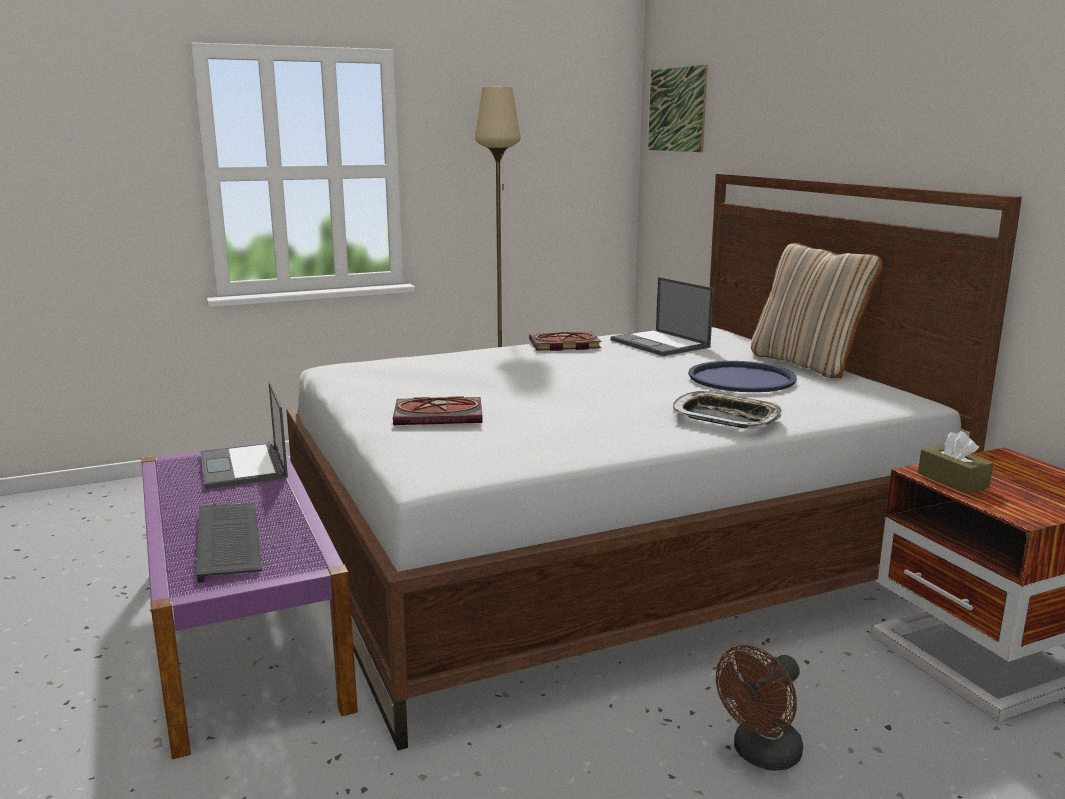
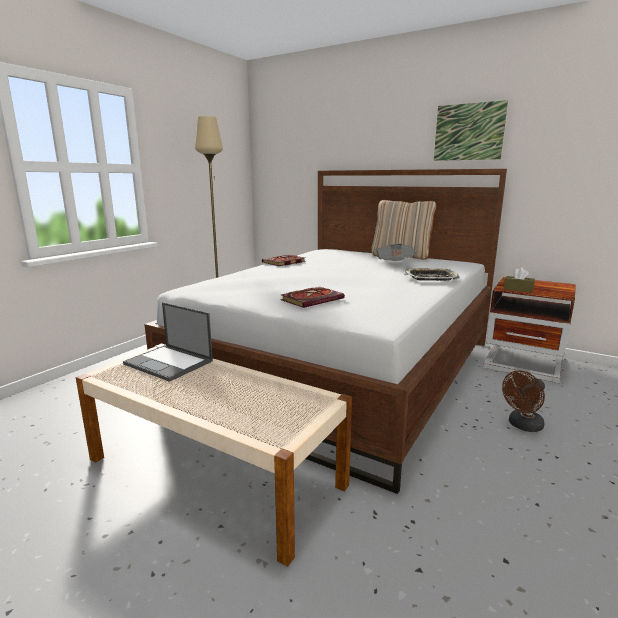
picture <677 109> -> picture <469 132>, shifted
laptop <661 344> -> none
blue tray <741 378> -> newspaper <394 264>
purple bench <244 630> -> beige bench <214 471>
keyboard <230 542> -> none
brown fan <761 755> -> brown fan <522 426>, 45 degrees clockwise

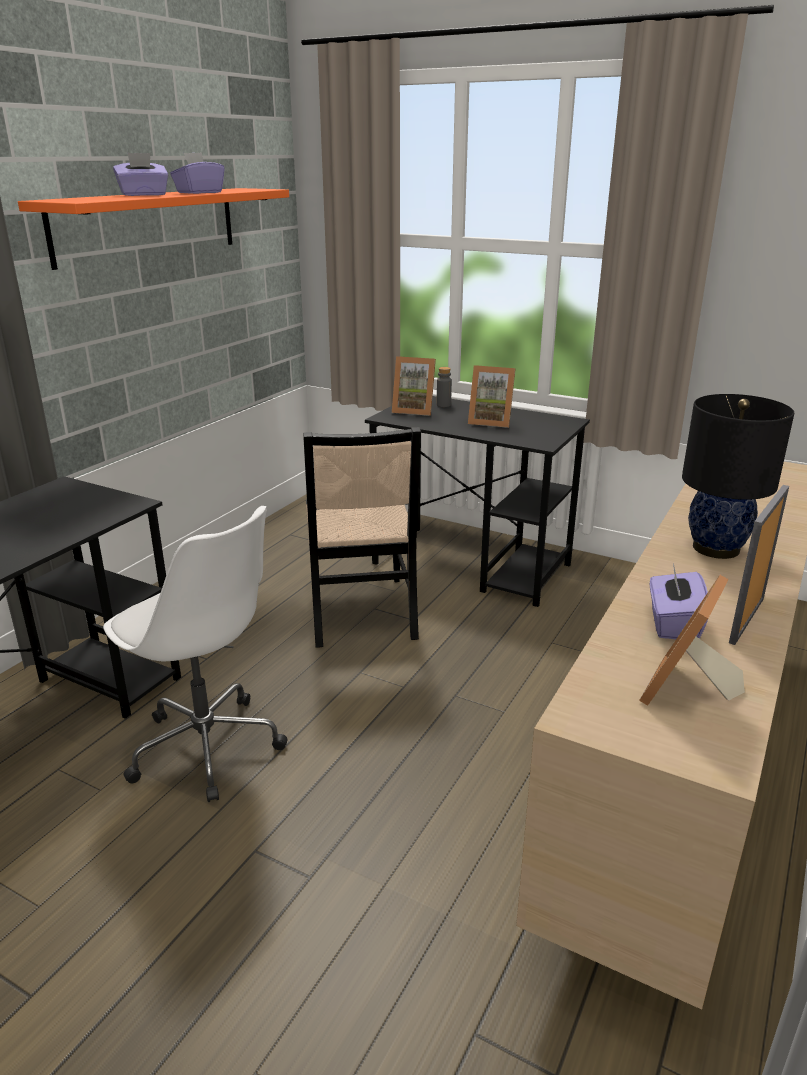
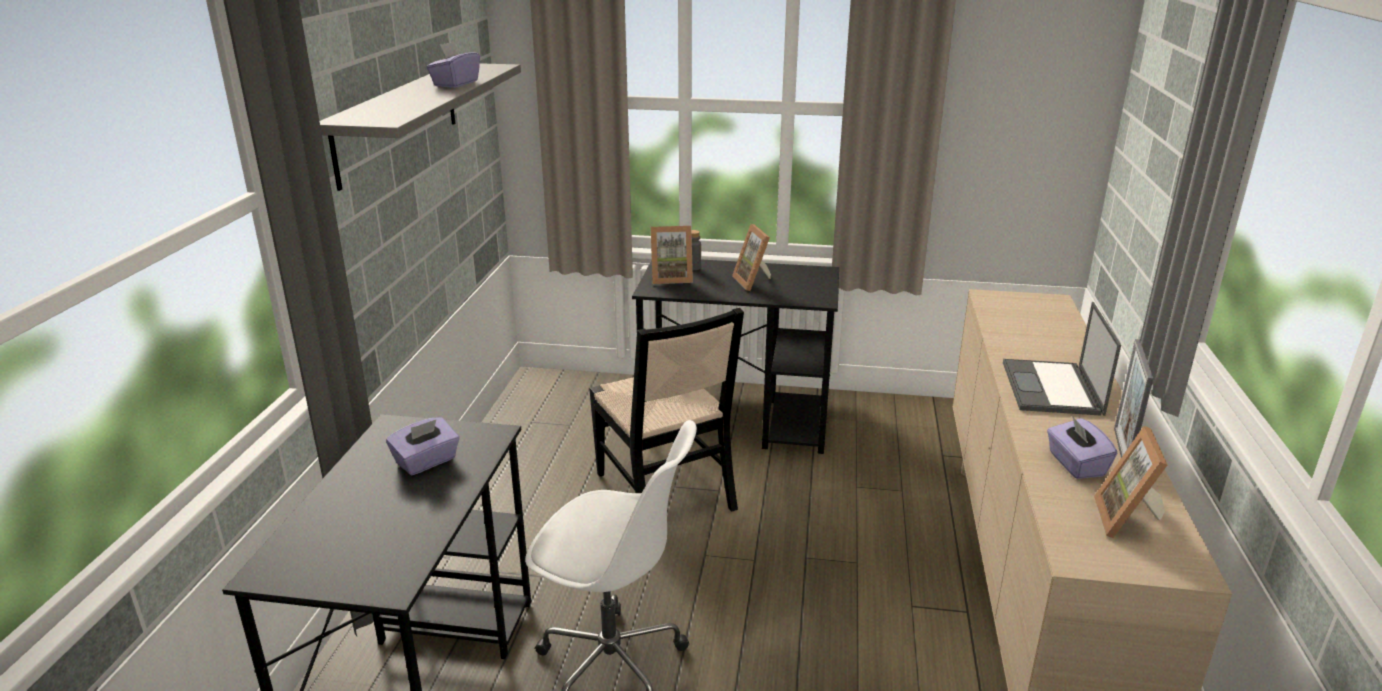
purple tissue box <144 195> -> purple tissue box <426 462>, shifted
orange shelf <148 225> -> grey shelf <398 121>
picture frame <490 422> -> picture frame <754 282>, 75 degrees clockwise
black table lamp <716 548> -> laptop <1052 389>

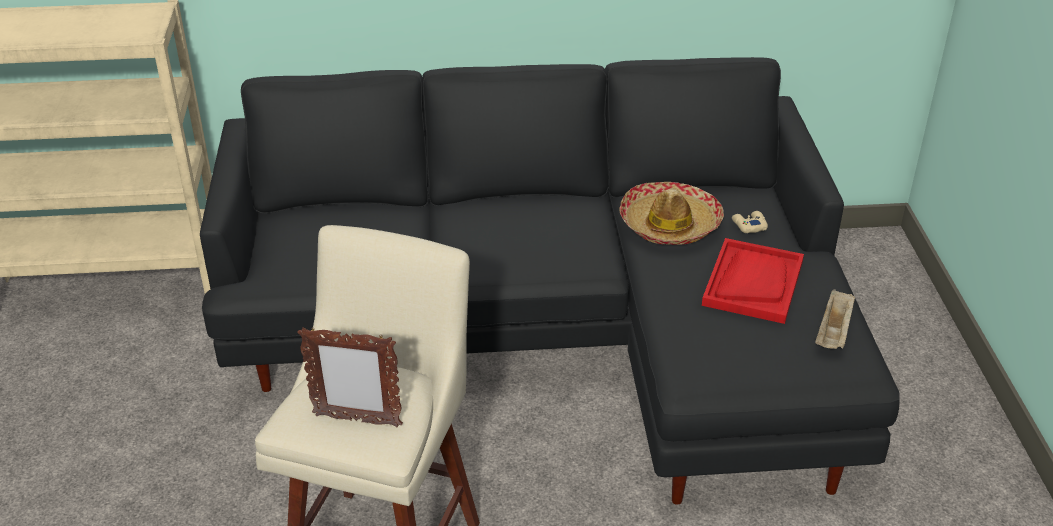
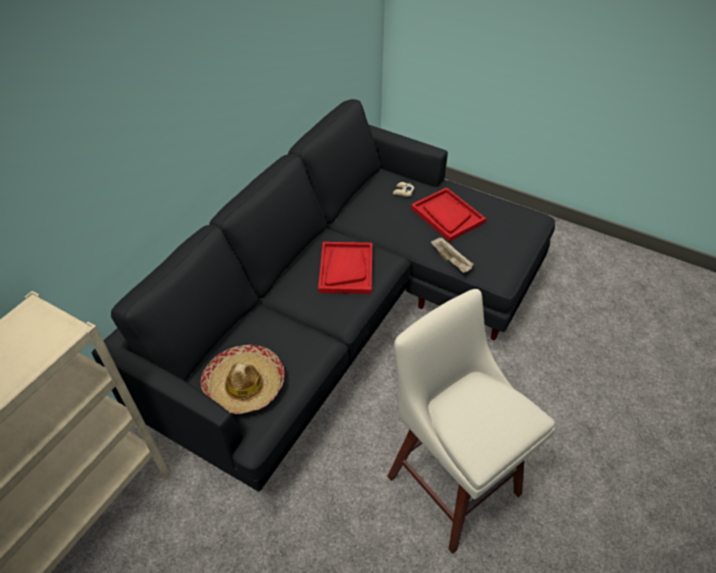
hat <670 224> -> hat <245 385>, shifted
beige tray <833 332> -> beige tray <451 261>, shifted
picture frame <356 420> -> none
none -> red tray <346 269>

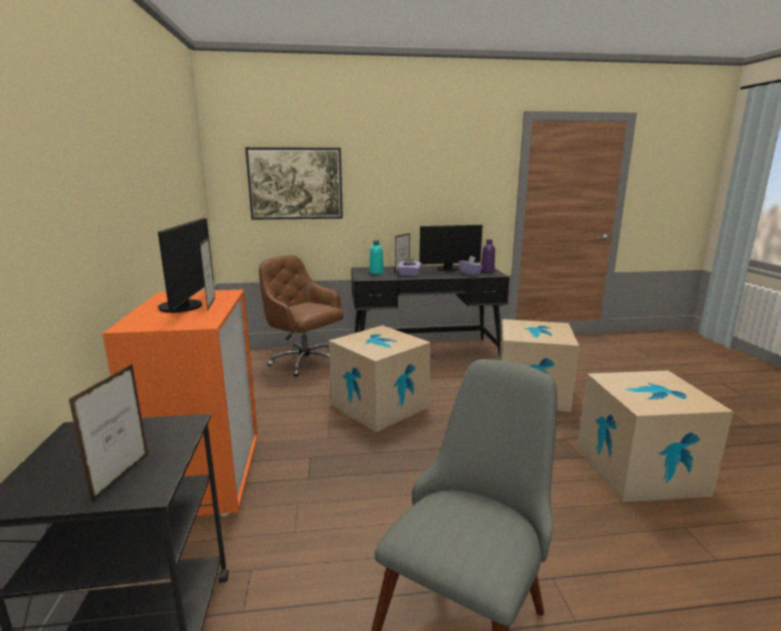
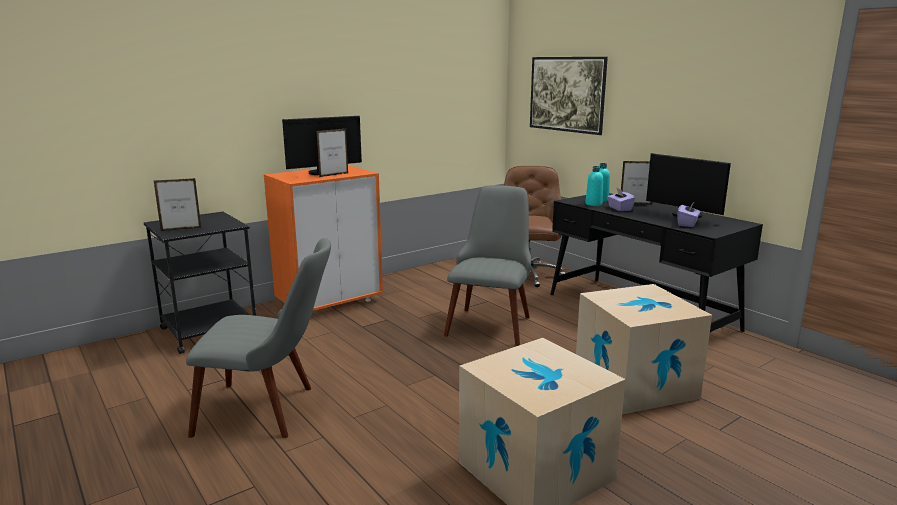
purple bottle <487 271> -> none
cardboard box <379 406> -> grey chair <491 321>
none -> turquoise bottle <593 204>

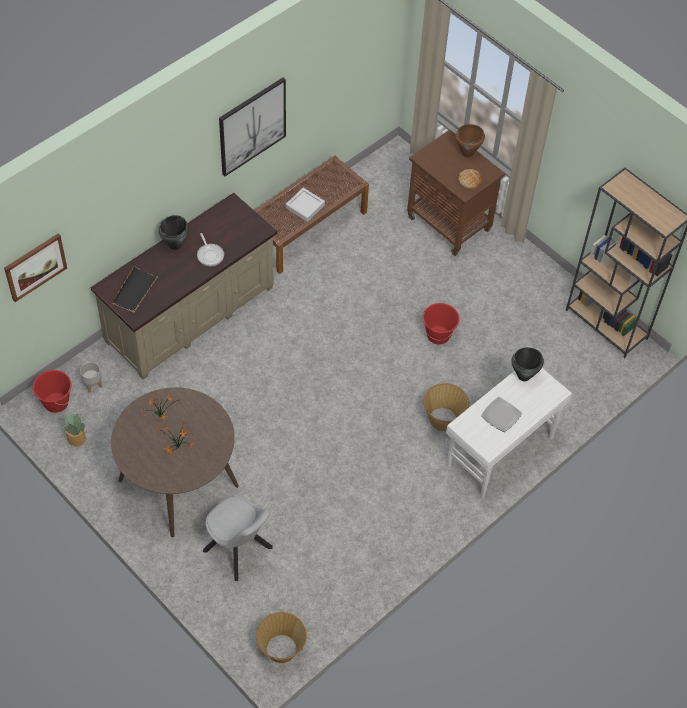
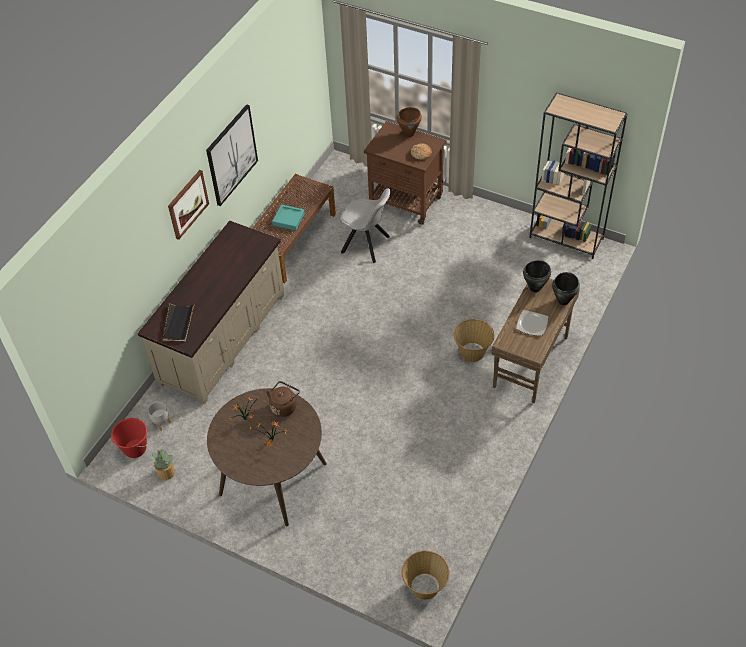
grey tray <305 206> -> turquoise tray <288 219>
black cooking pot <175 245> -> black cooking pot <563 301>, shifted
frying pan <210 255> -> none
picture <35 266> -> picture <187 204>, shifted
red bucket <438 335> -> none
white console table <499 452> -> brown console table <530 363>
grey chair <239 550> -> grey chair <367 245>, shifted
none -> brown kettle <284 406>

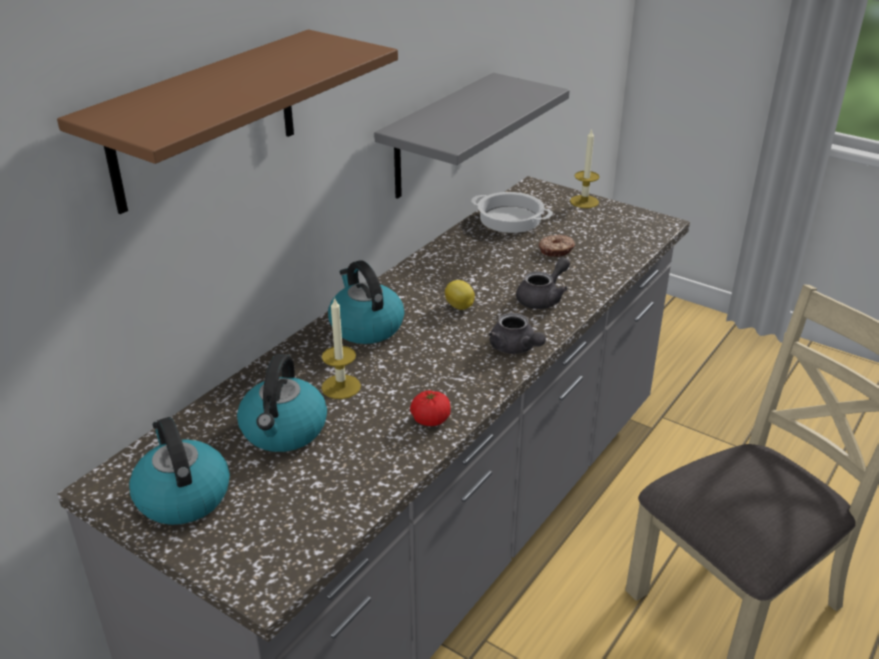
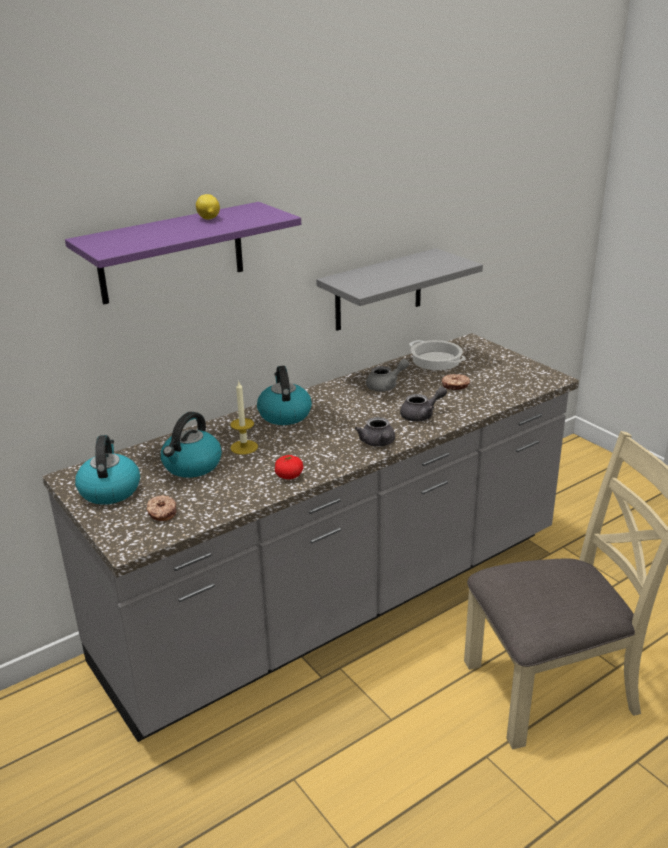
brown shelf <205 120> -> purple shelf <171 253>
candle <584 201> -> none
lemon <460 307> -> lemon <208 219>, shifted
none -> grey teapot <386 386>
none -> donut <161 513>

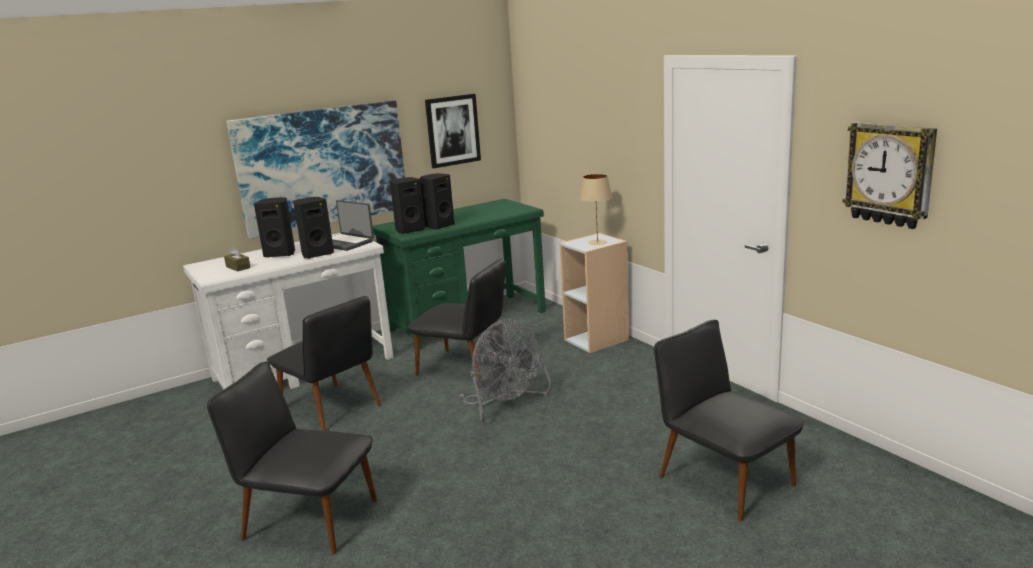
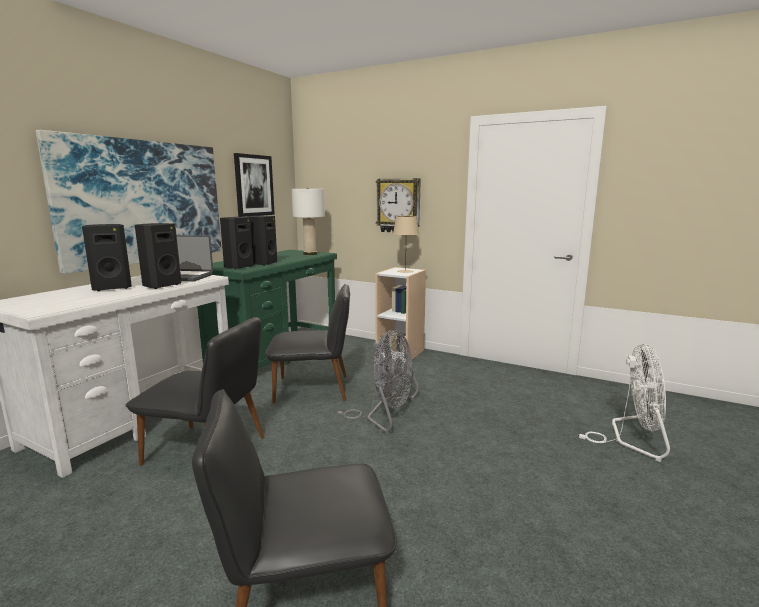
wall clock <890 174> -> wall clock <398 205>, shifted
brown tissue box <238 267> -> none
black chair <726 481> -> white fan <629 436>
none -> white table lamp <310 254>

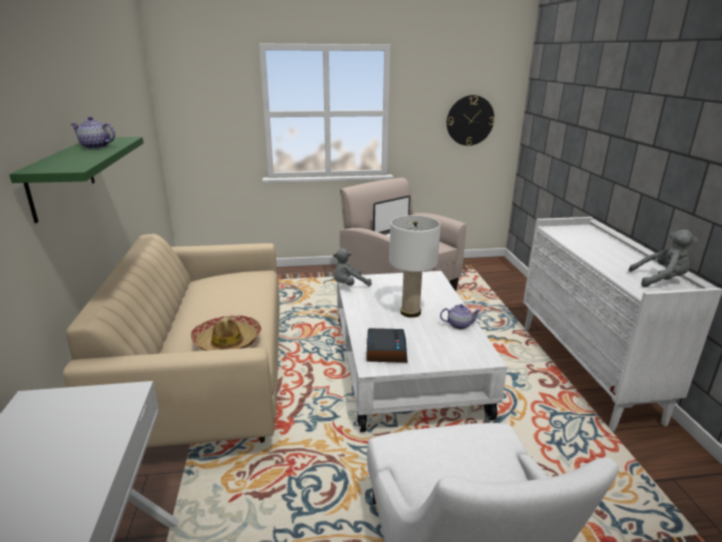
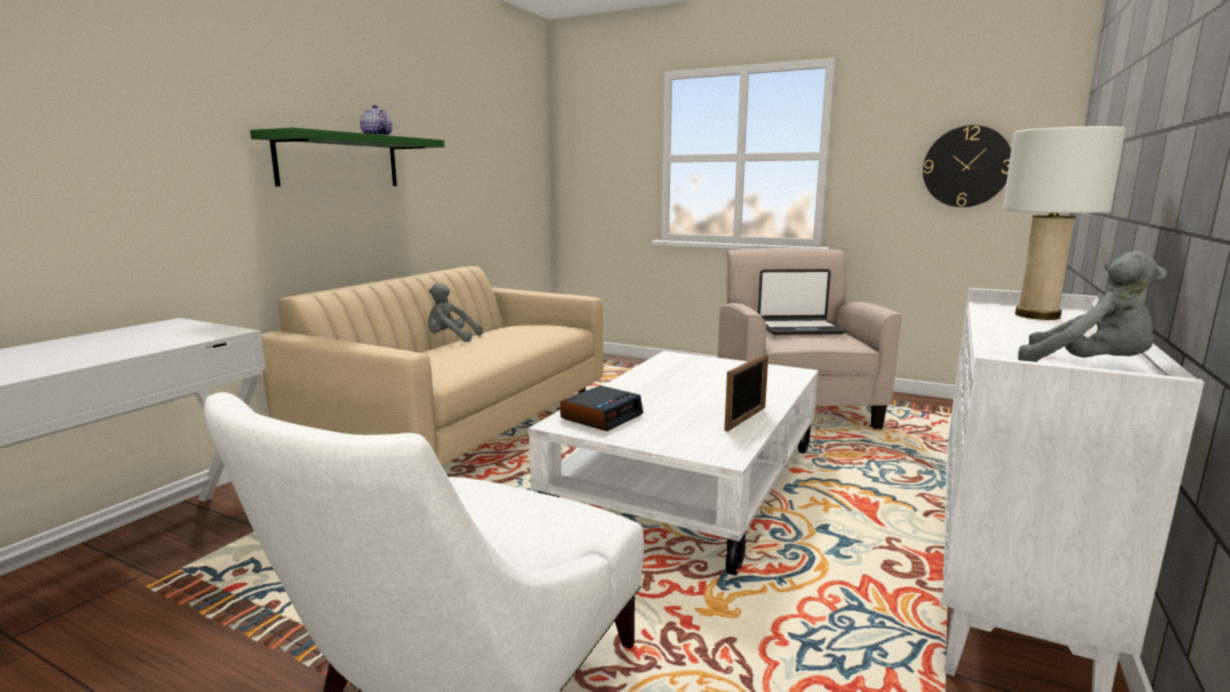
white table lamp <410 312> -> white table lamp <1037 316>, shifted
grey plush toy <349 285> -> grey plush toy <450 339>, shifted
teapot <459 325> -> picture frame <745 419>
hat <227 341> -> none

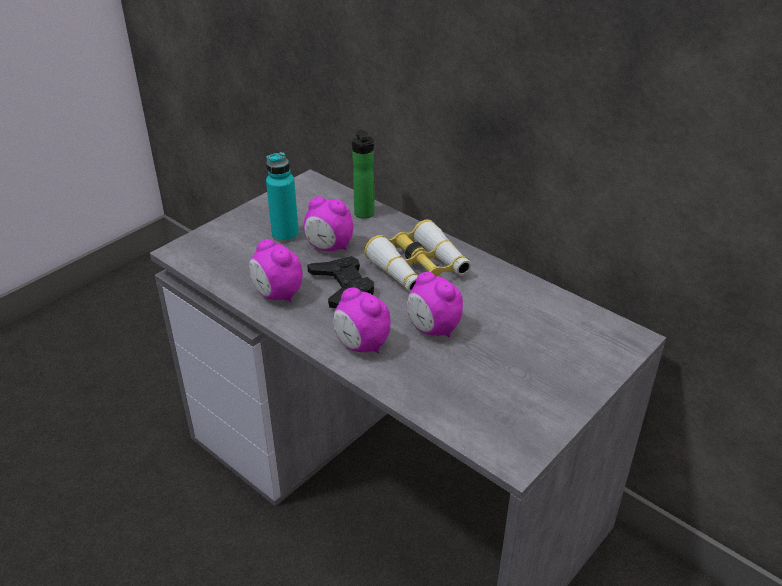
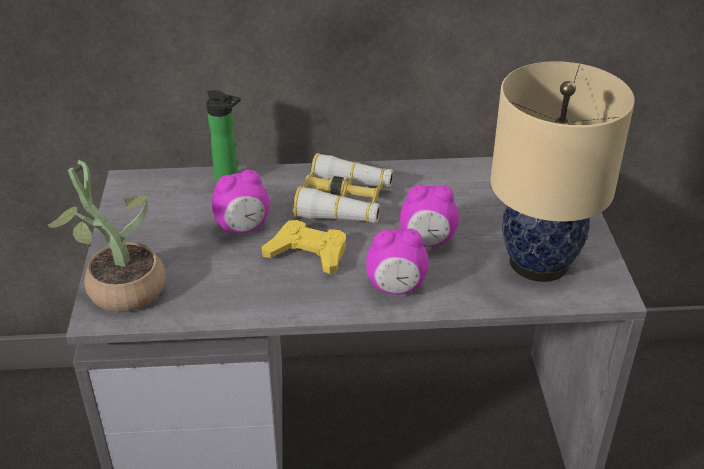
turquoise bottle <285 235> -> none
alarm clock <277 295> -> none
black game controller <342 287> -> yellow game controller <308 253>
none -> beige table lamp <539 262>
none -> potted plant <119 287>

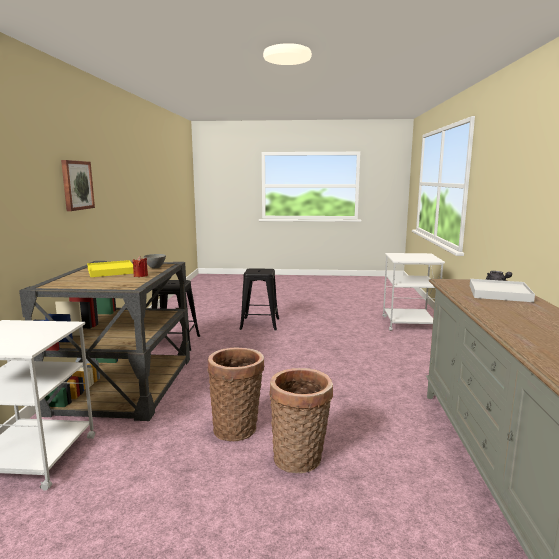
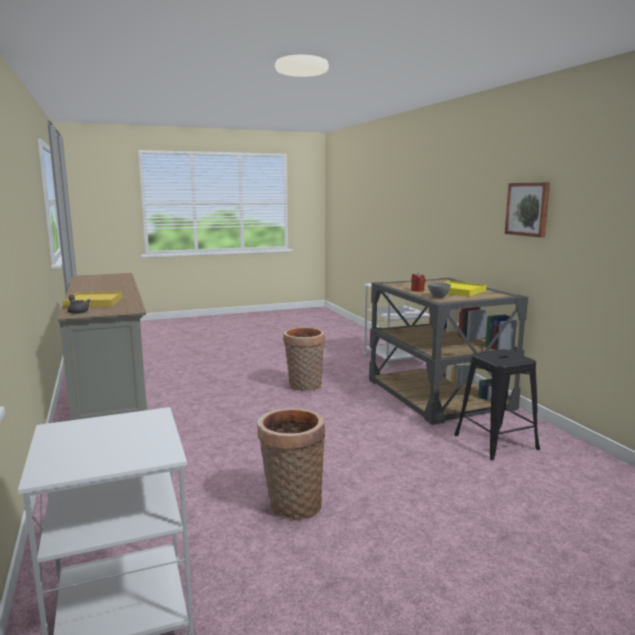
black stool <259 324> -> none
white tray <499 293> -> yellow tray <94 302>
basket <300 459> -> basket <292 505>, shifted

